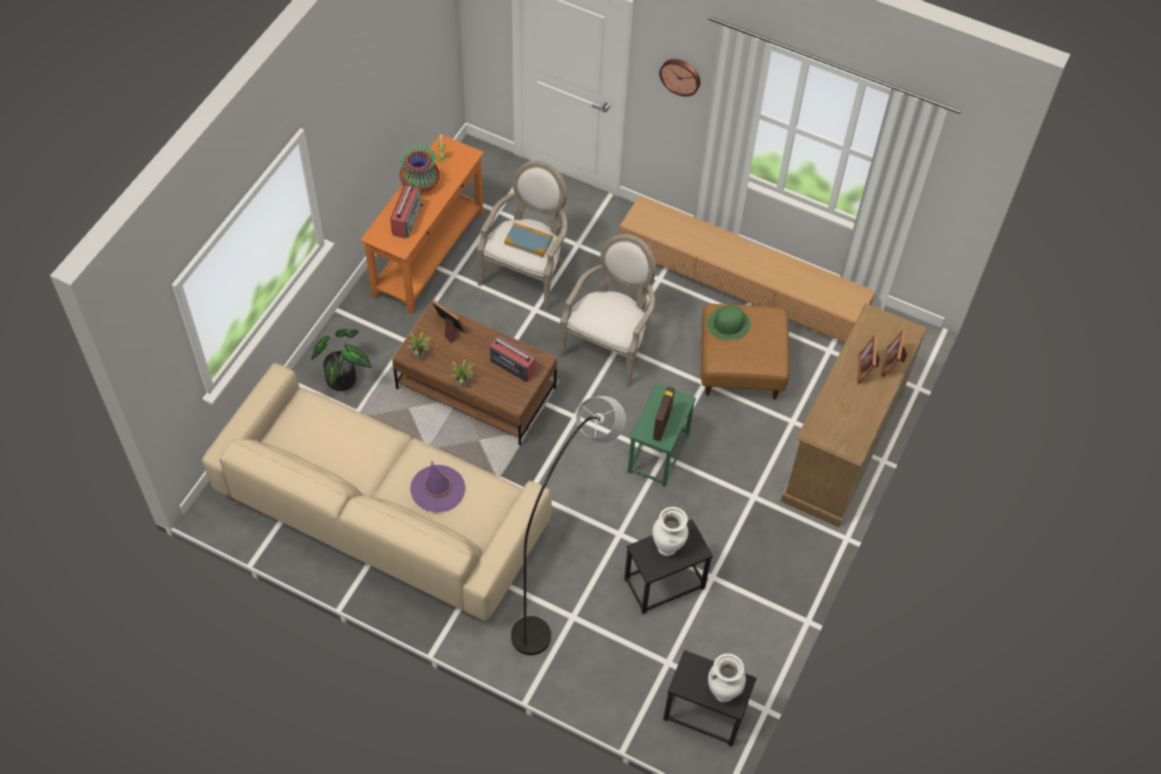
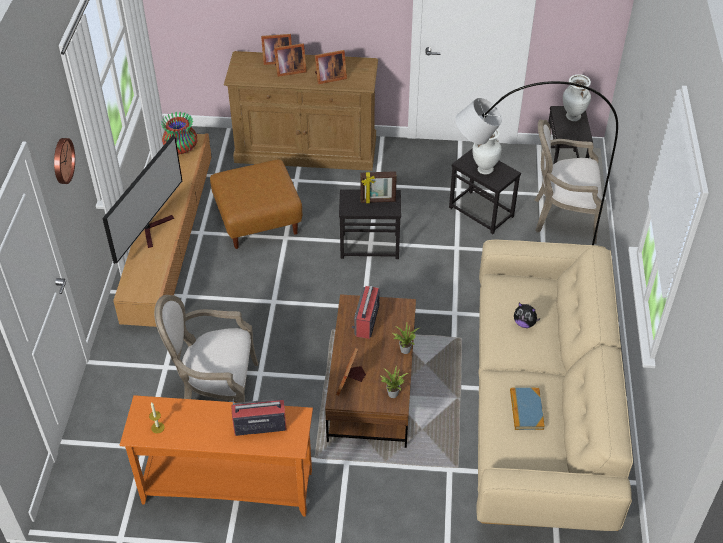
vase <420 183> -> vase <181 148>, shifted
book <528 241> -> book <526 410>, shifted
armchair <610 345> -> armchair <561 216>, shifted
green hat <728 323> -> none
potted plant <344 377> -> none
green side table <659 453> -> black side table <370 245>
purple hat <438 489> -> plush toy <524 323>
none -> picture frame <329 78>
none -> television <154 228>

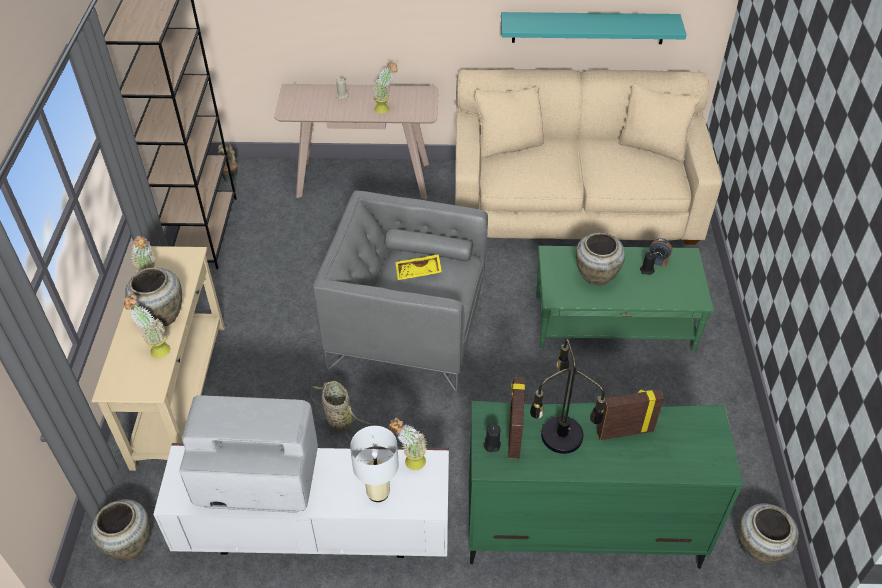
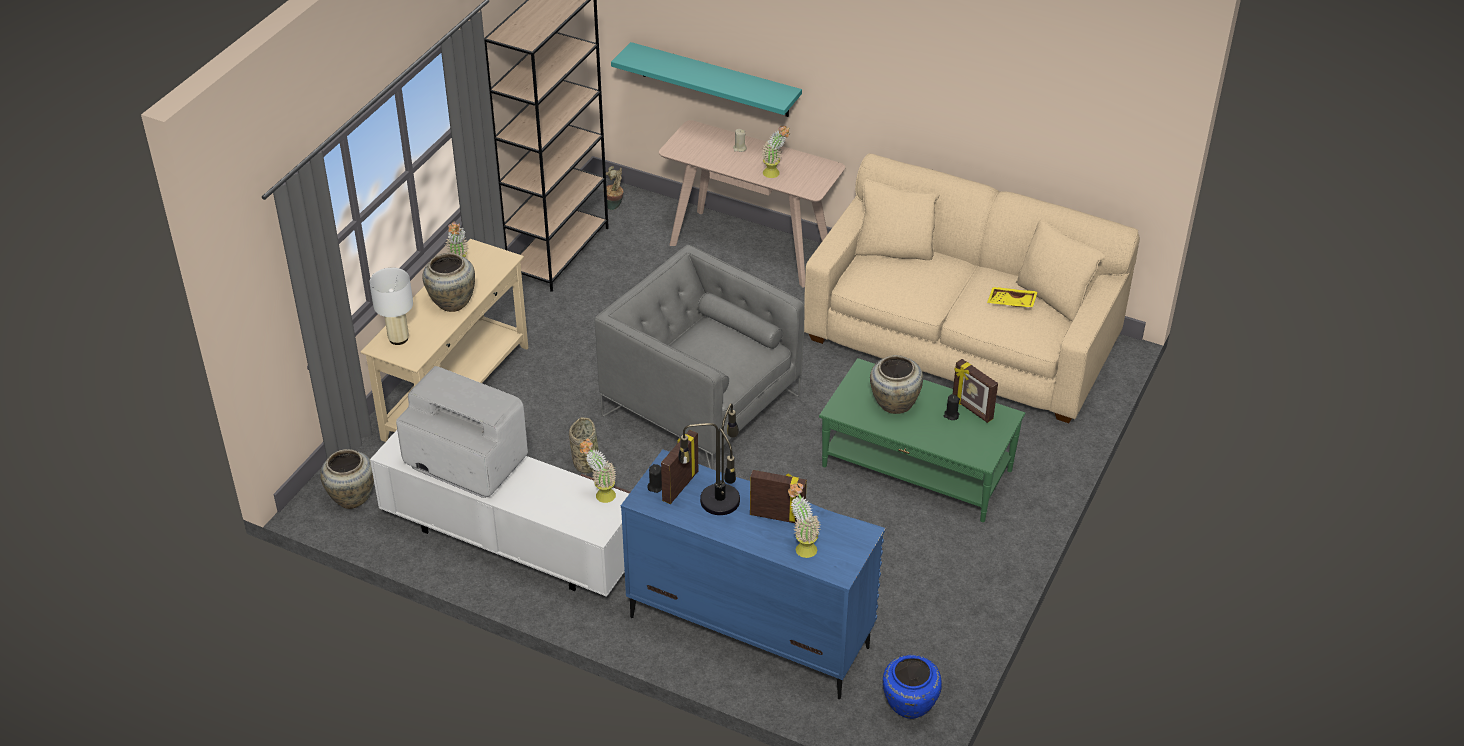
turquoise shelf <588 28> -> turquoise shelf <714 80>, shifted
alarm clock <658 259> -> picture frame <971 409>
yellow tray <418 272> -> yellow tray <1011 303>, shifted
potted plant <155 349> -> potted plant <801 546>, shifted
green dresser <581 531> -> blue dresser <749 630>
white table lamp <377 492> -> white table lamp <398 338>, shifted
beige vase <758 549> -> blue vase <908 706>

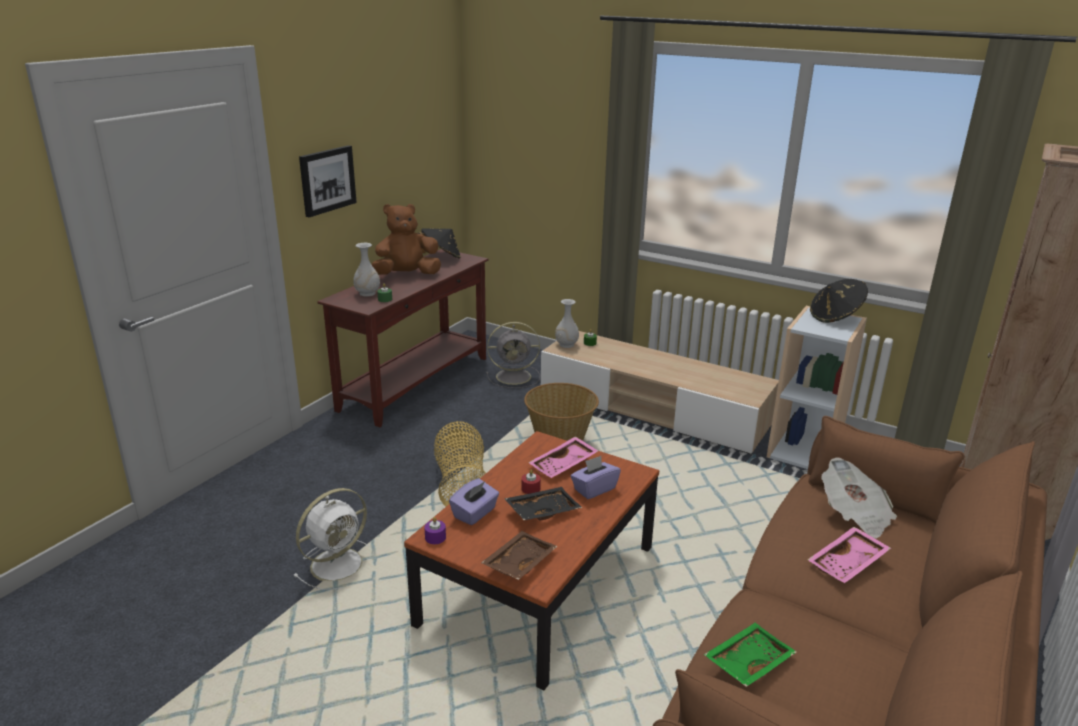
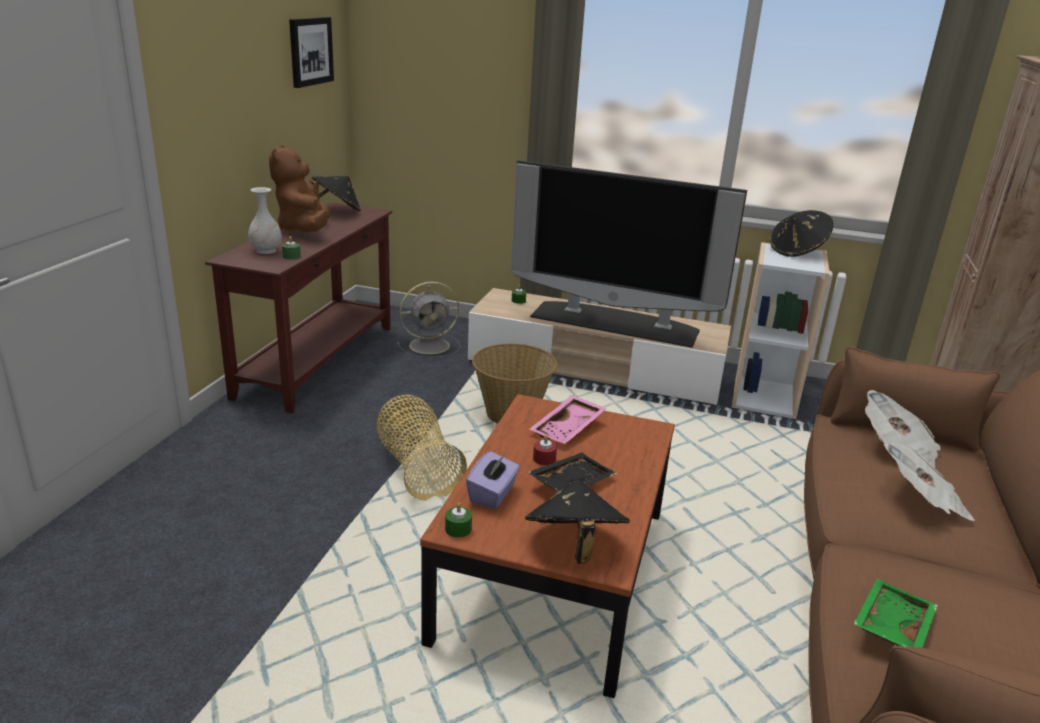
picture <327 180> -> picture <310 51>, shifted
brown plush toy <406 275> -> brown plush toy <304 230>, 60 degrees counterclockwise
white vase <566 344> -> none
purple tissue box <594 489> -> none
white fan <339 563> -> none
purple candle <435 537> -> green candle <458 529>
pink tray <848 563> -> newspaper <922 501>
brown tray <518 562> -> black hat <574 546>
none -> television <615 323>

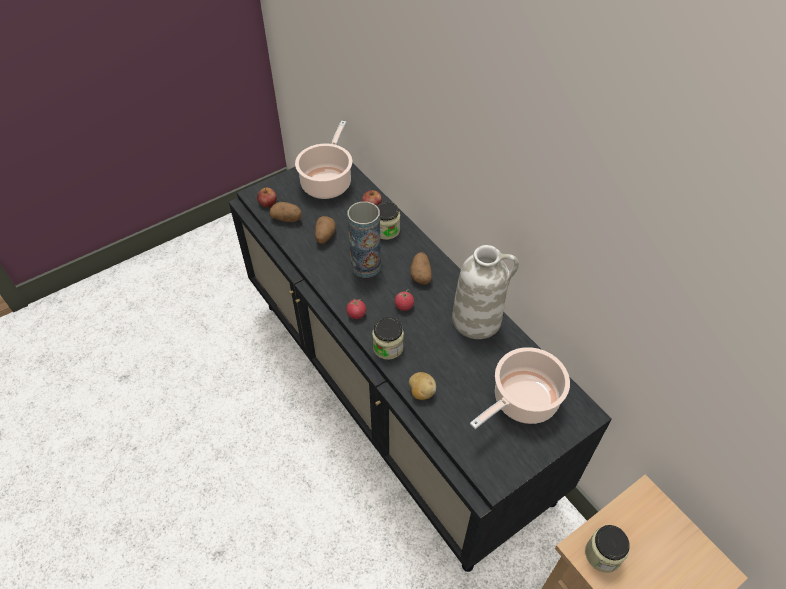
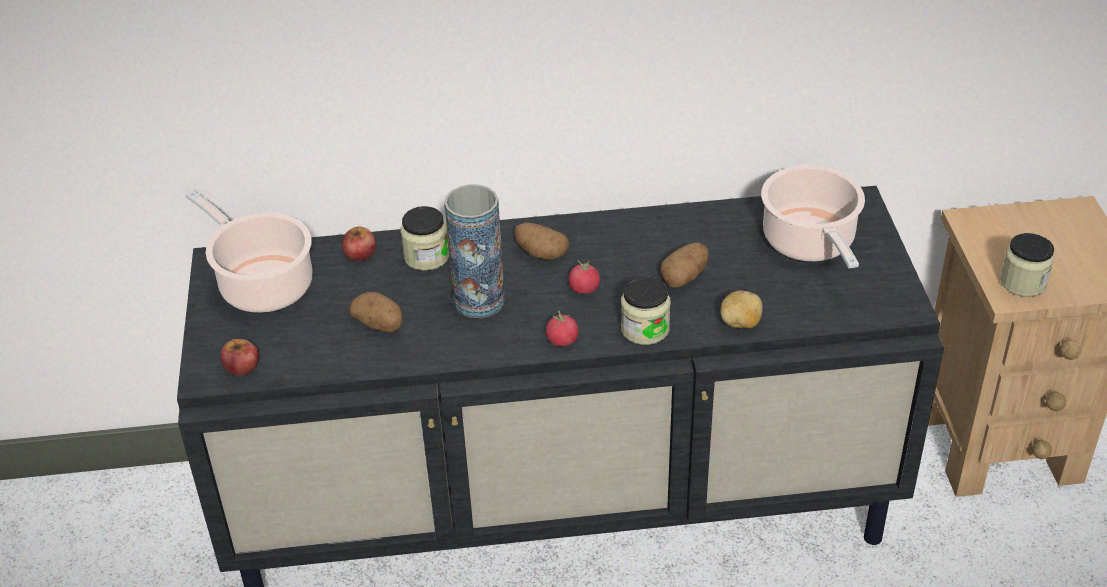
potato <287 218> -> potato <684 277>, shifted
white vase <477 319> -> none

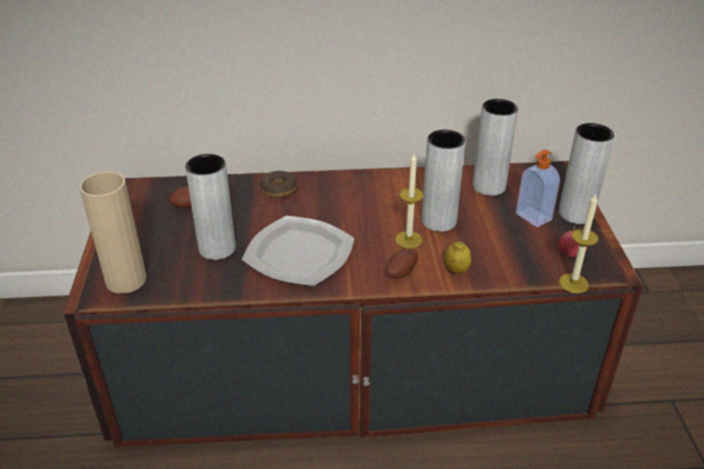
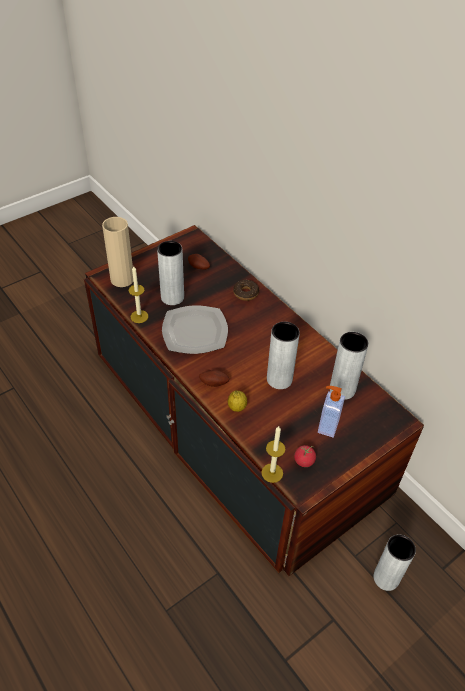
grey vase <576 214> -> grey vase <386 578>, shifted
candle <408 240> -> candle <139 316>, shifted

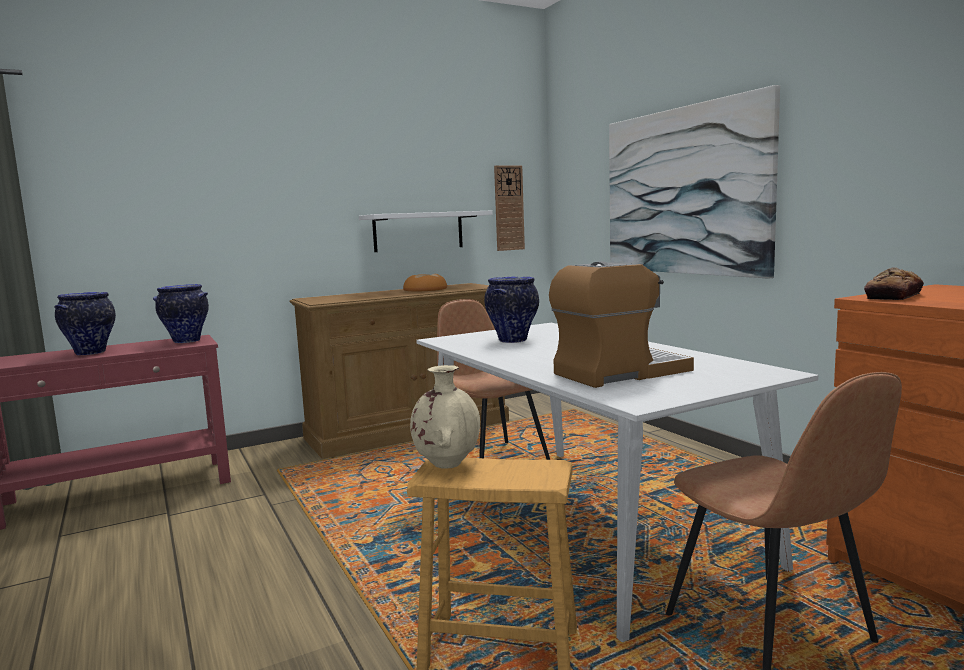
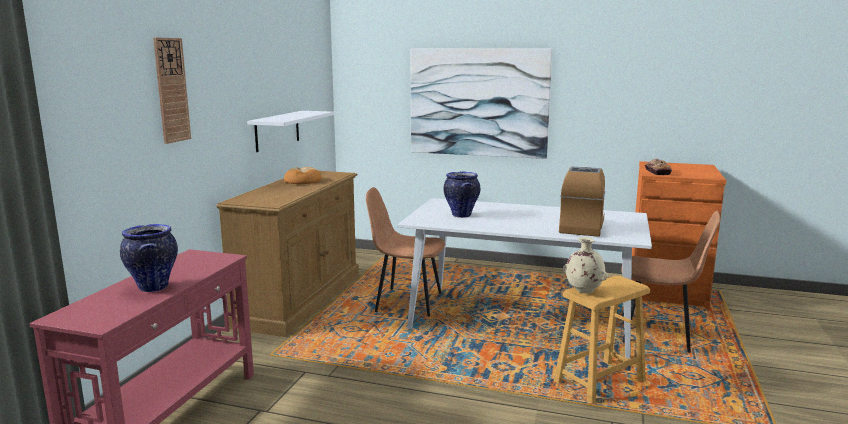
wall clock <509 208> -> wall clock <171 90>, shifted
vase <186 341> -> none

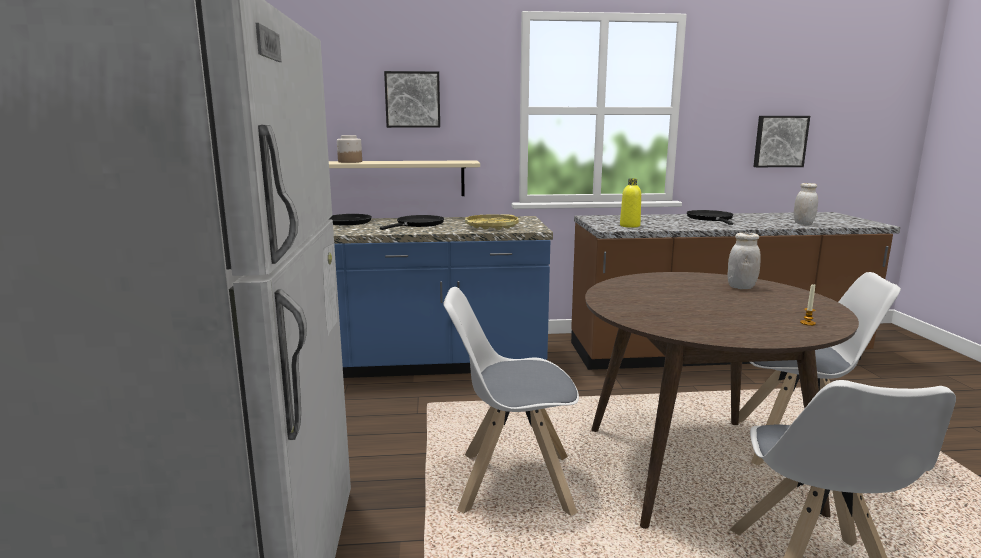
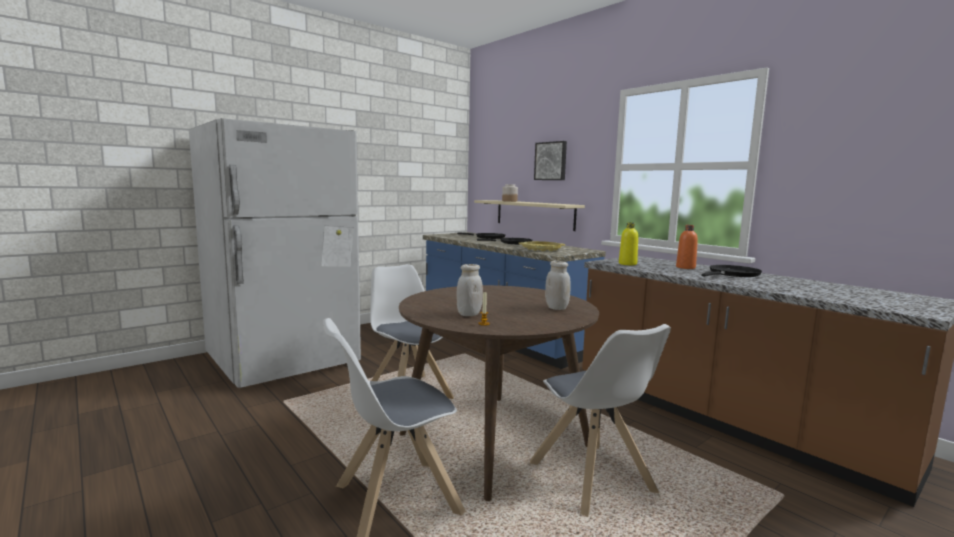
picture <779 141> -> none
white jar <803 224> -> white jar <469 314>, shifted
none -> orange bottle <685 267>

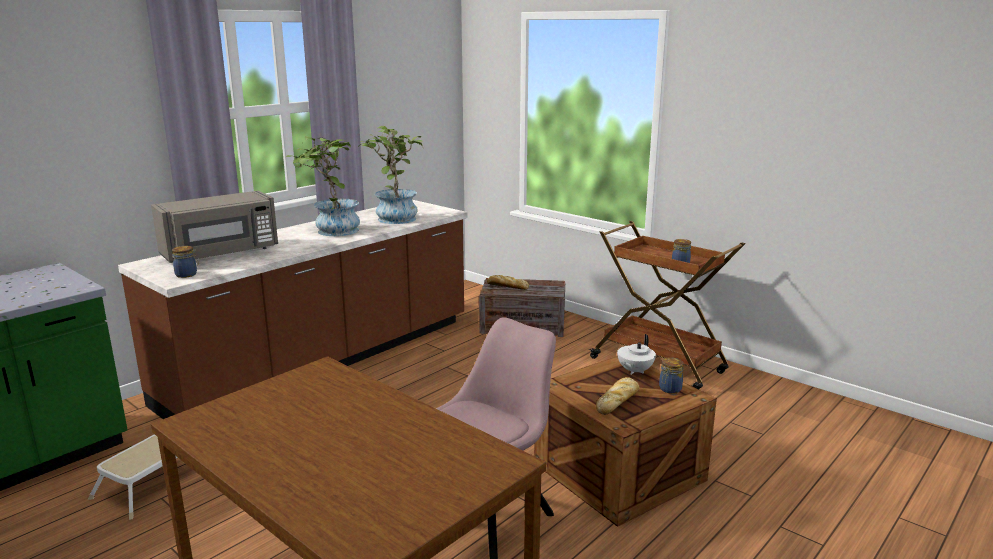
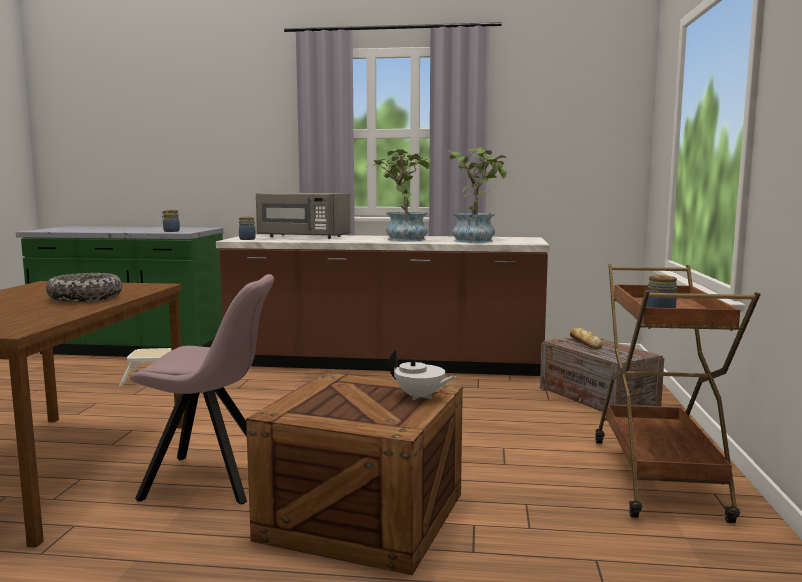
white teapot <634 371> -> white teapot <420 397>, 150 degrees counterclockwise
jar <669 389> -> jar <171 231>, shifted
bread <618 400> -> none
none -> bowl <85 298>

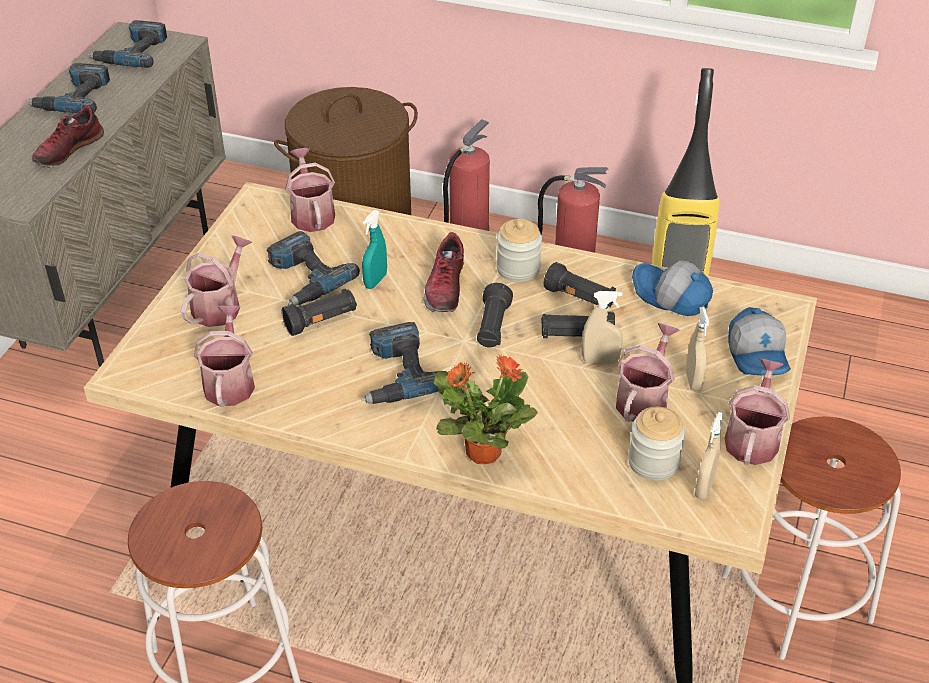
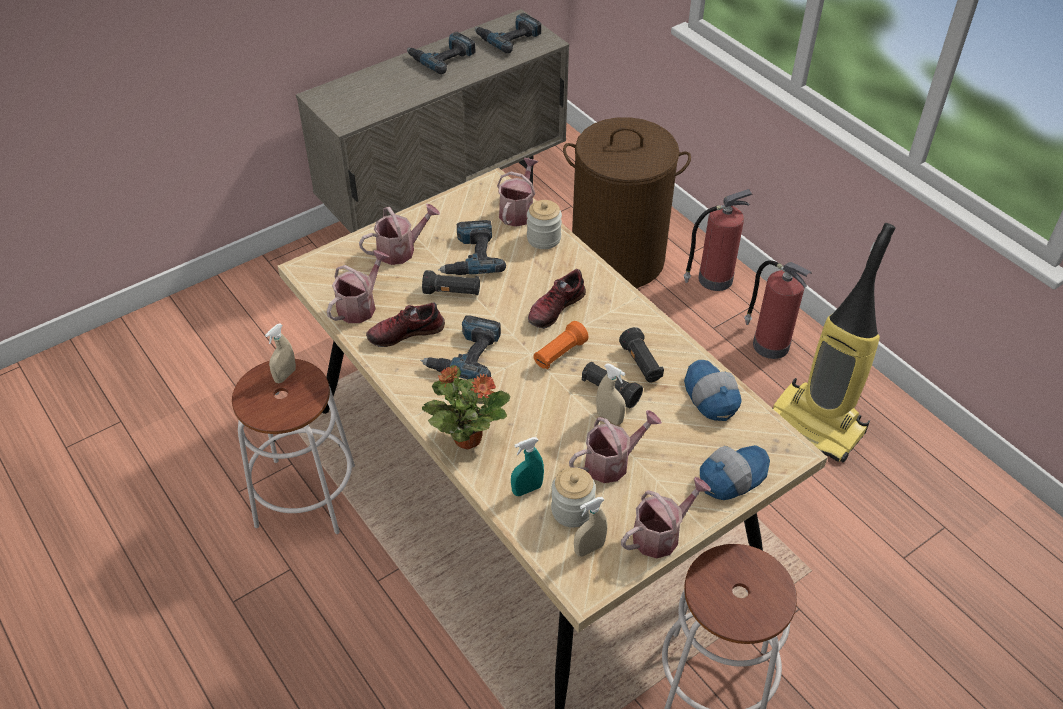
shoe <68 149> -> shoe <406 332>, shifted
turquoise spray bottle <375 281> -> turquoise spray bottle <527 489>, shifted
jar <518 269> -> jar <543 238>, shifted
black flashlight <492 327> -> orange flashlight <559 354>
beige spray bottle <693 381> -> beige spray bottle <285 375>, shifted
cap <758 355> -> cap <731 476>, 150 degrees counterclockwise

